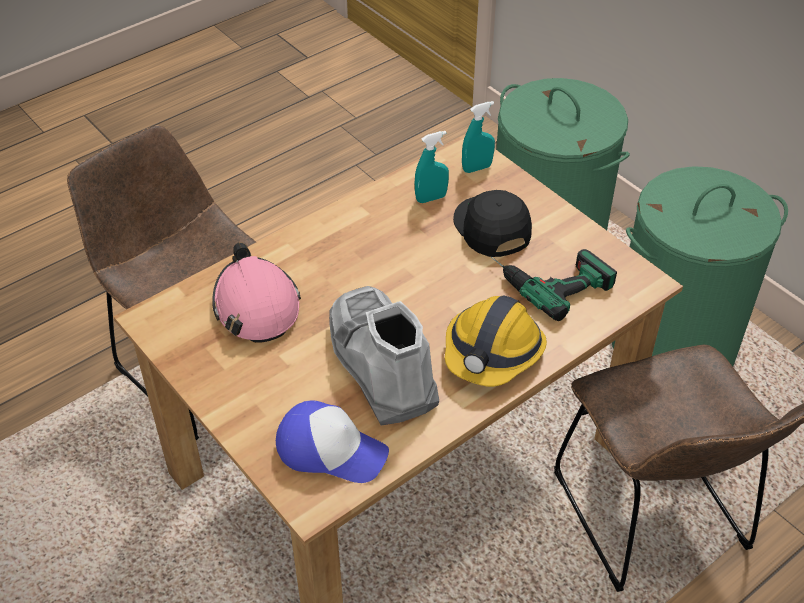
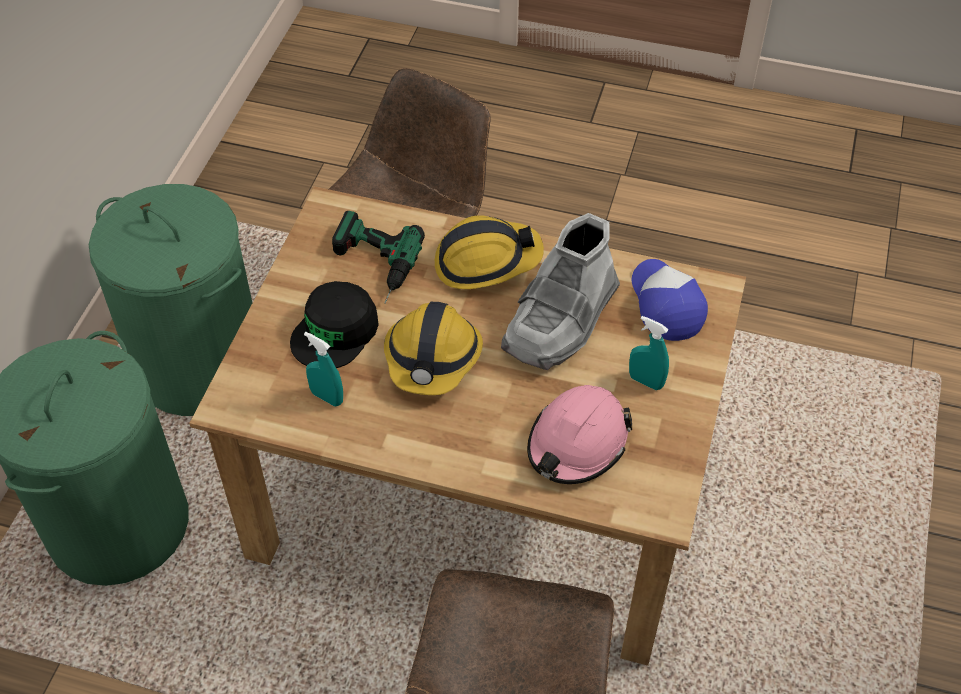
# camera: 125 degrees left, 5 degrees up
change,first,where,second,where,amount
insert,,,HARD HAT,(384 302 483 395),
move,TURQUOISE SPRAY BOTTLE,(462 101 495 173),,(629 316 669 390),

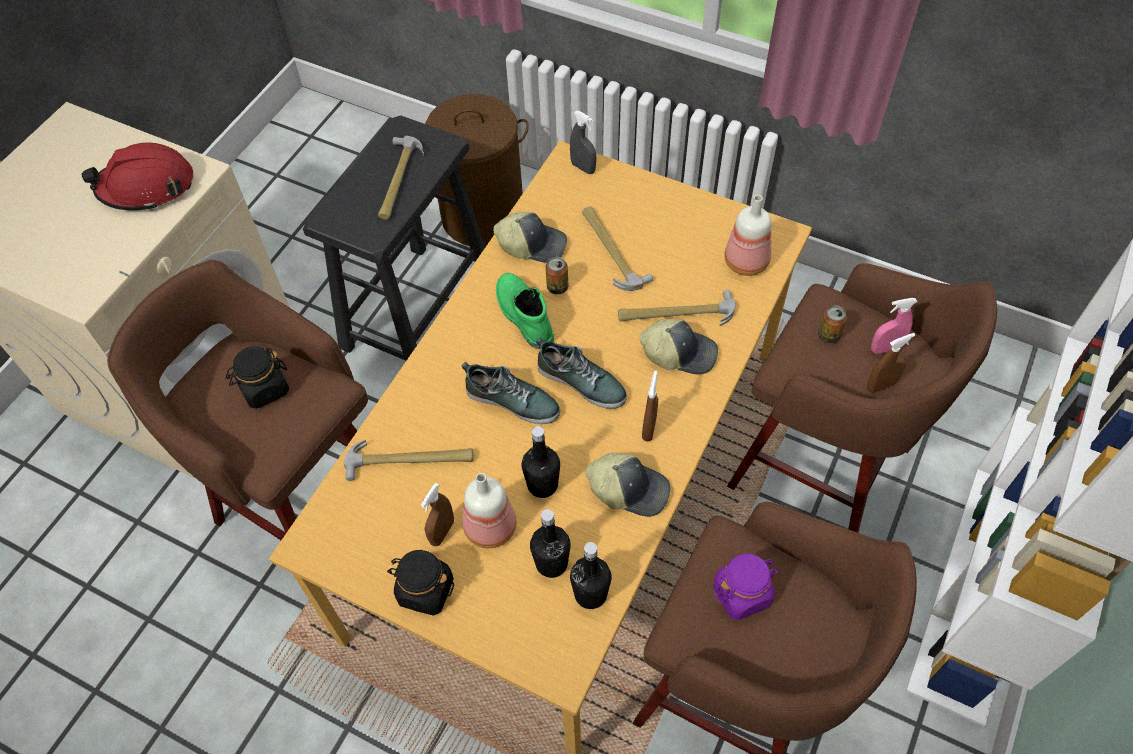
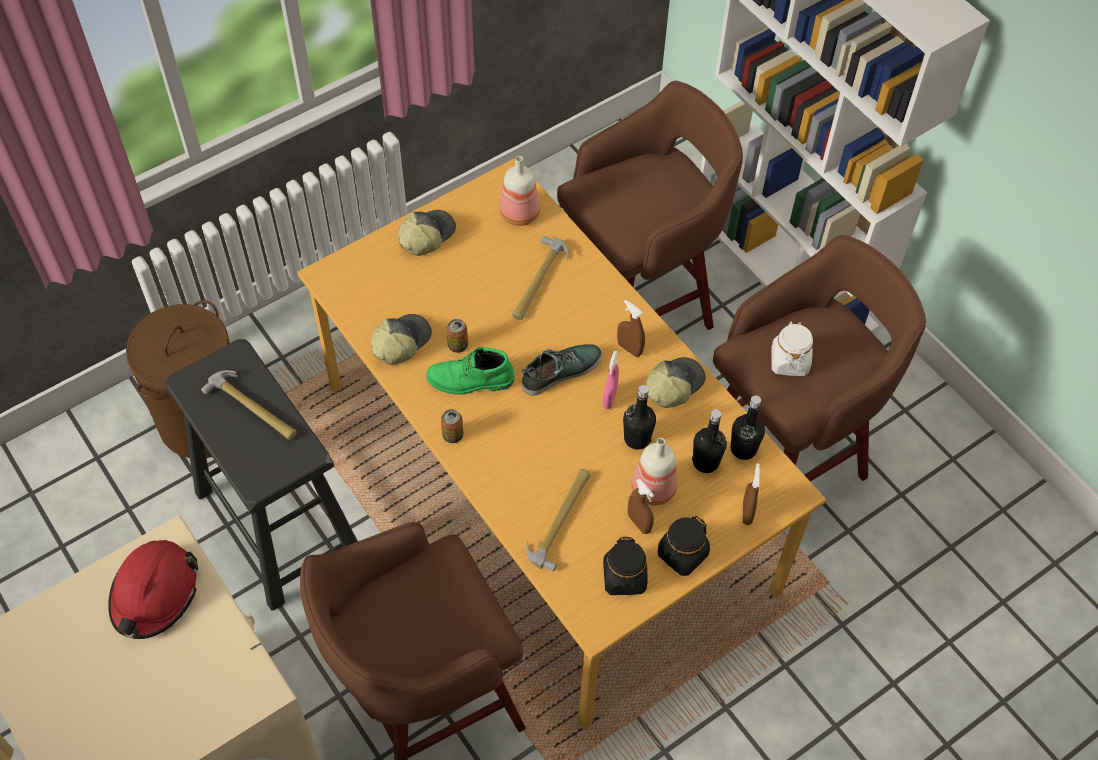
# camera: 65 degrees left, 0 degrees up
change,first,where,second,where,amount
delete,SHOE,(462 362 560 424),,,
delete,GREY SPRAY BOTTLE,(570 111 596 174),,,
delete,HAMMER,(582 206 653 291),,,
move,BLACK JAR,(226 346 289 409),,(603 536 648 595),
move,CAP,(640 319 718 375),,(399 210 456 256),
move,CAN,(818 305 847 344),,(441 409 463 443),
move,BROWN SPRAY BOTTLE,(867 333 916 393),,(742 463 760 525),
move,PINK SPRAY BOTTLE,(871 298 917 354),,(603 351 619 409),
recolor,PURPLE JAR,(713 554 779 621),WHITE JAR,(771 321 813 376),

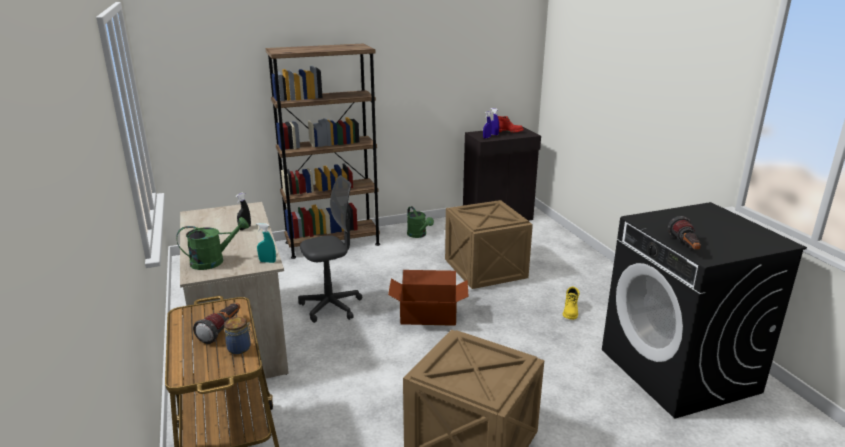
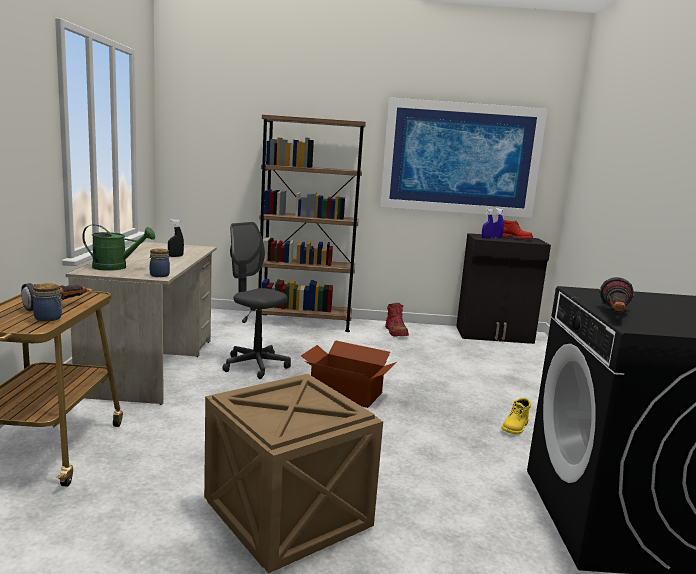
# camera: 20 degrees right, 10 degrees down
change,first,where,second,where,amount
delete,CRATE,(445 200 533 289),,,
insert,,,PICTURE,(380 97 548 218),
replace,TURQUOISE SPRAY BOTTLE,(256 223 276 263),JAR,(150 248 170 277),
replace,GREEN WATERING CAN,(407 206 434 238),RED BOOT,(385 303 409 337),
rotate,GREY OFFICE CHAIR,(298 175 362 323),,(222 222 291 379),135 degrees counterclockwise

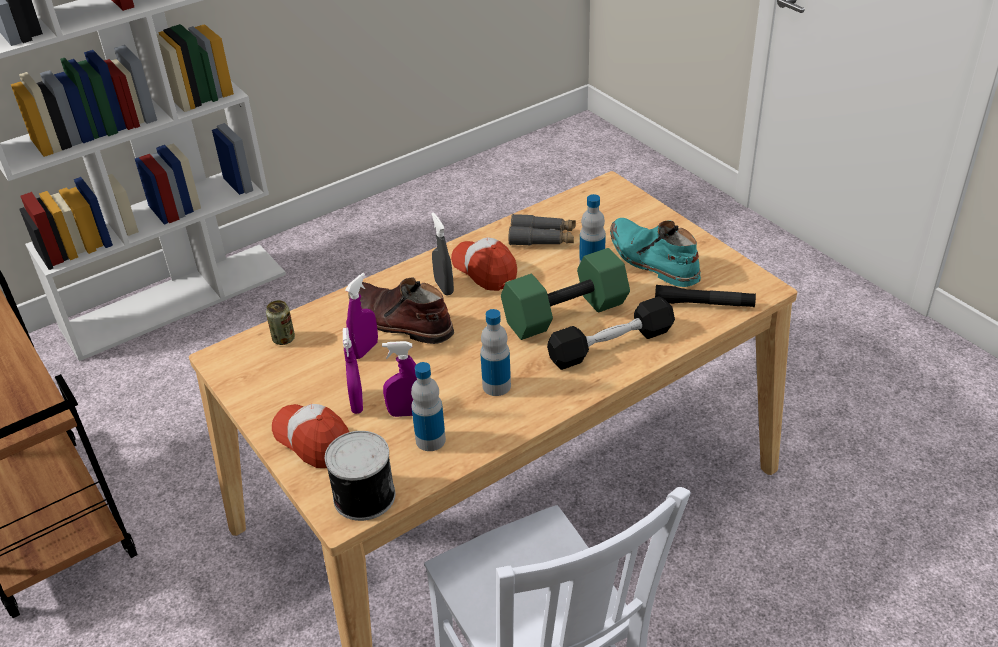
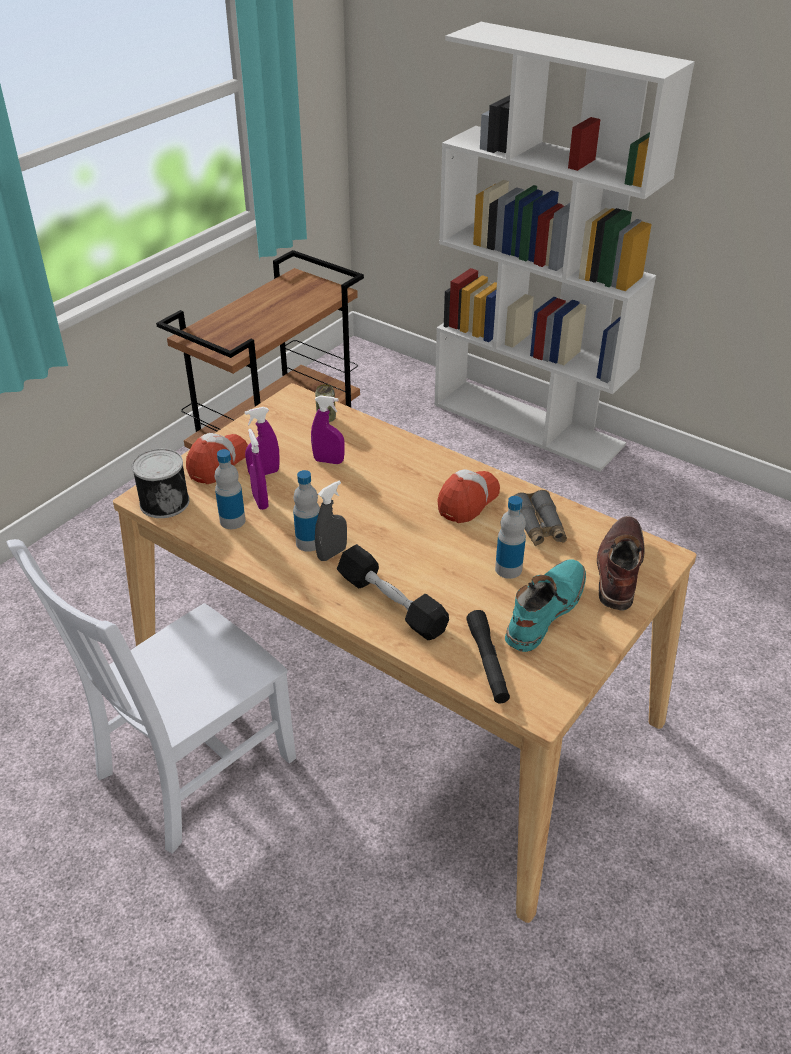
# camera: 70 degrees right, 0 degrees up
change,first,where,second,where,amount
delete,GREEN DUMBBELL,(501 248 630 340),,,
move,BROWN BOOT,(348 278 454 344),,(597 516 645 611),
move,GREY SPRAY BOTTLE,(431 212 454 295),,(315 480 347 561),

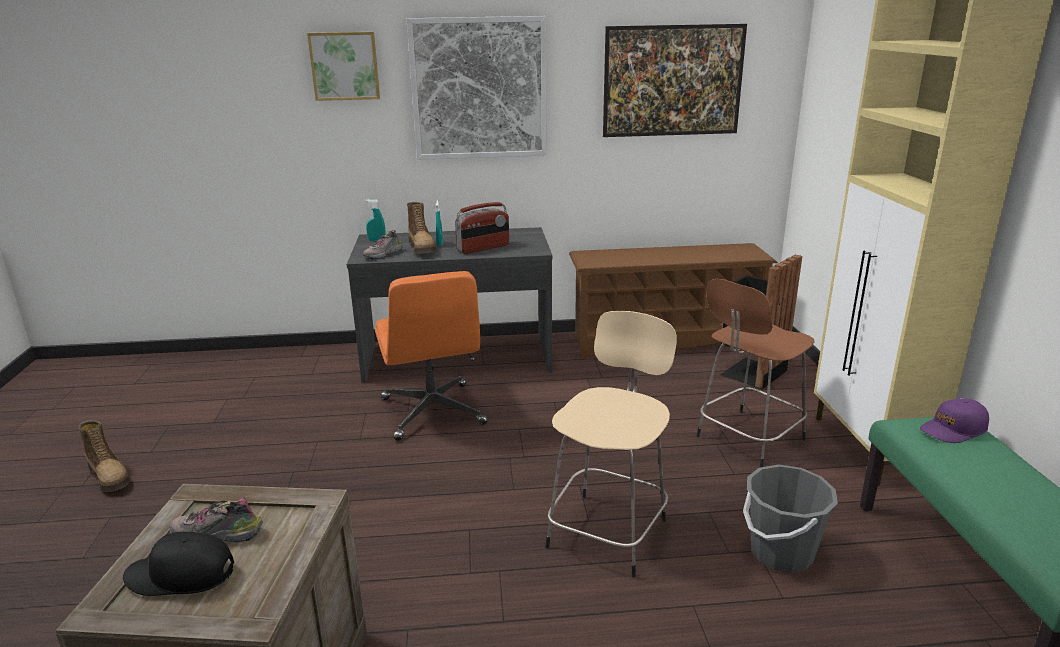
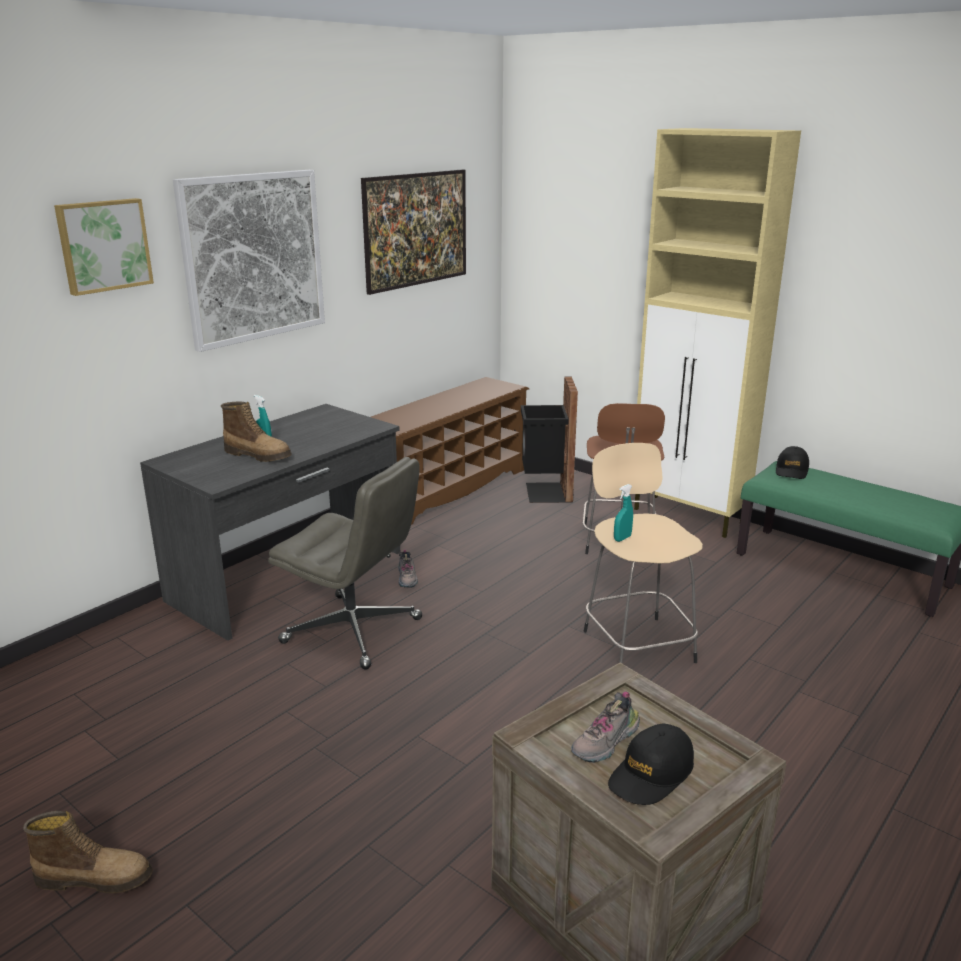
# camera: 45 degrees left, 0 degrees up
change,first,where,second,where,amount
delete,RADIO,(455 202 509 254),,,
delete,GREY BUCKET,(743 465 838 573),,,
move,SHOE,(363 230 403 260),,(398 550 418 588),
move,TURQUOISE SPRAY BOTTLE,(366 199 386 241),,(614 484 633 542),
recolor,ORANGE OFFICE CHAIR,(375 271 488 441),GREY OFFICE CHAIR,(268 457 423 670),
recolor,PURPLE CAP,(920 398 989 443),BLACK CAP,(776 446 809 479),

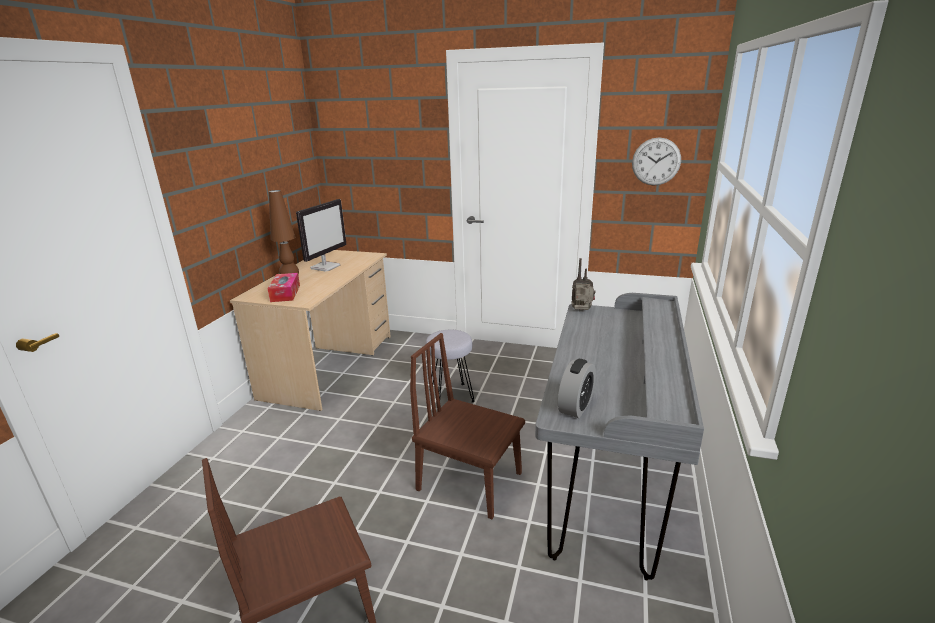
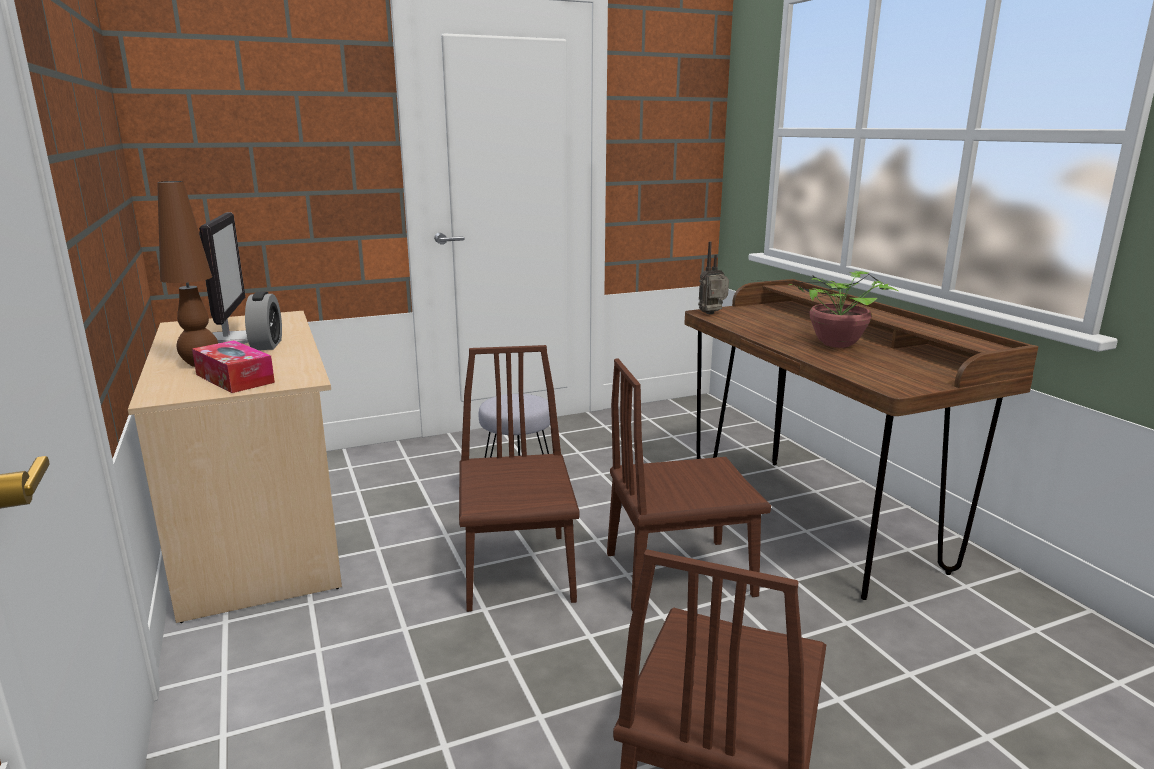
# camera: 40 degrees left, 5 degrees down
change,first,where,second,where,amount
delete,WALL CLOCK,(632 138 681 186),,,
insert,,,BROWN CHAIR,(459 345 579 612),
insert,,,POTTED PLANT,(747 271 898 348),
move,ALARM CLOCK,(558 359 596 418),,(245 291 282 350),
recolor,GREY DESK,(535 293 704 580),BROWN DESK,(685 279 1039 600),

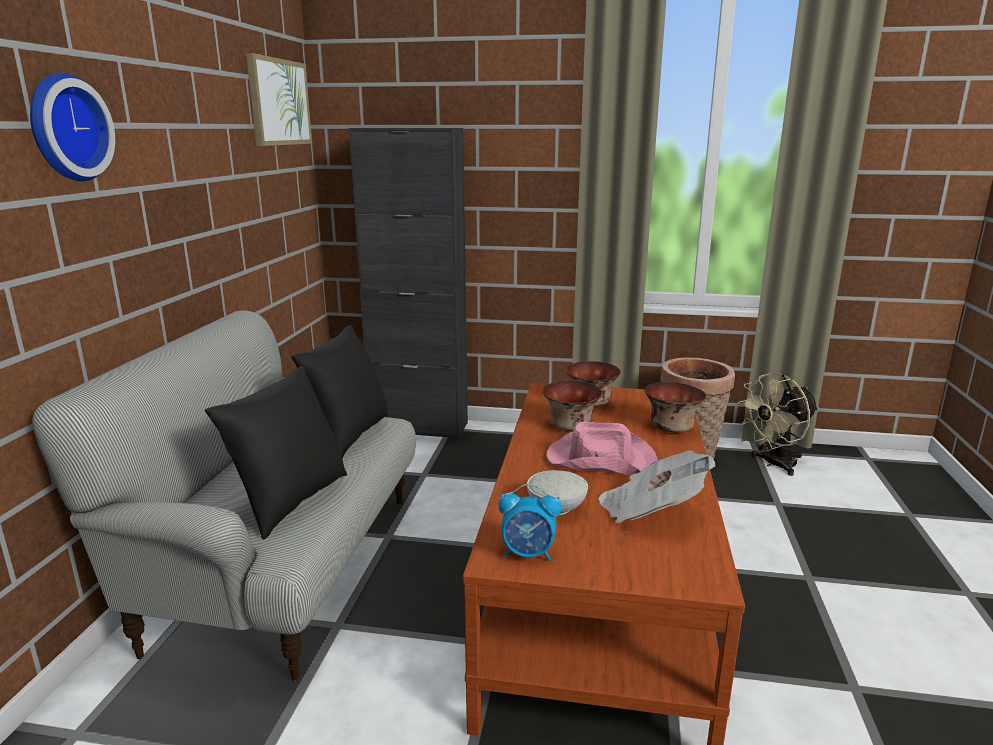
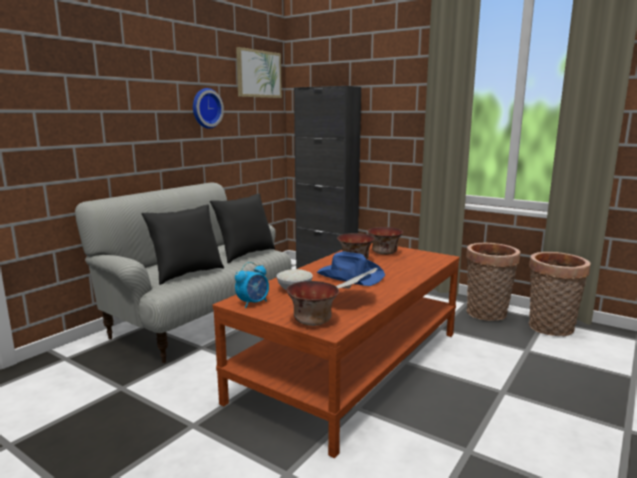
# camera: 25 degrees right, 5 degrees down
change,first,where,second,where,amount
move,WALL CLOCK,(30 73 115 181),,(193 88 224 129),
move,BOWL,(645 382 706 432),,(287 281 339 326),
replace,BEIGE FAN,(738 373 819 476),BASKET,(529 252 591 336),
recolor,PINK HAT,(546 421 657 475),BLUE HAT,(317 251 385 286),
rotate,ALARM CLOCK,(498 484 562 561),,(235 262 269 308),75 degrees counterclockwise

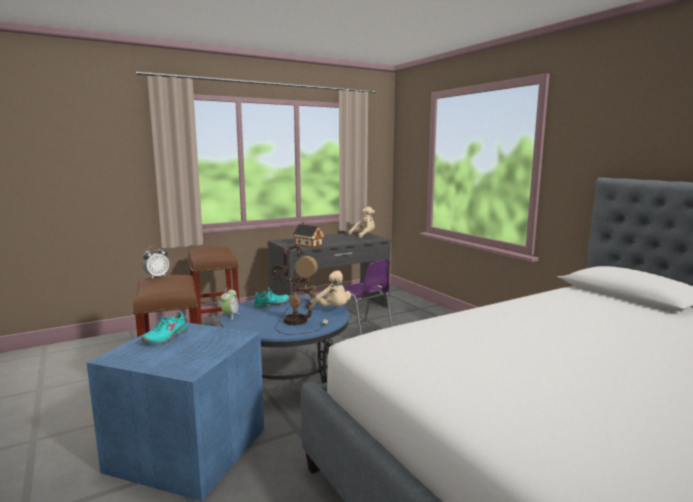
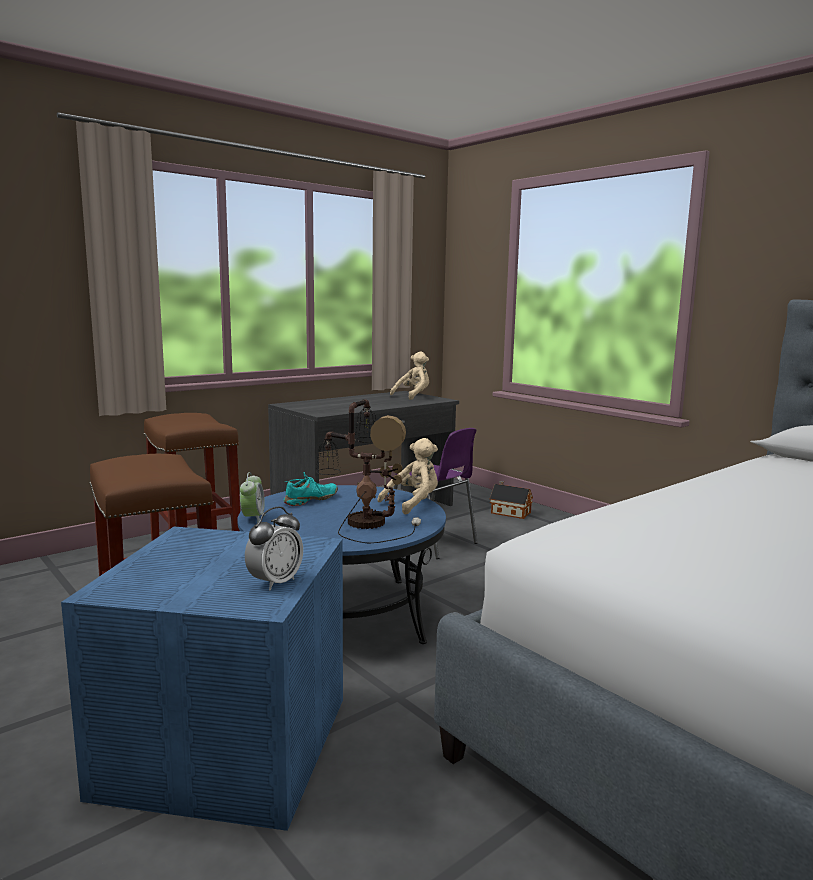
# camera: 10 degrees left, 0 degrees up
change,first,where,second,where,amount
delete,TURQUOISE SHOE,(141 311 188 343),,,
move,ALARM CLOCK,(143 245 169 279),,(245 507 303 590),
move,TOY HOUSE,(293 222 324 247),,(490 481 533 519),
rotate,BEIGE PLUSH TOY,(311 271 351 309),,(377 438 438 515),75 degrees counterclockwise

